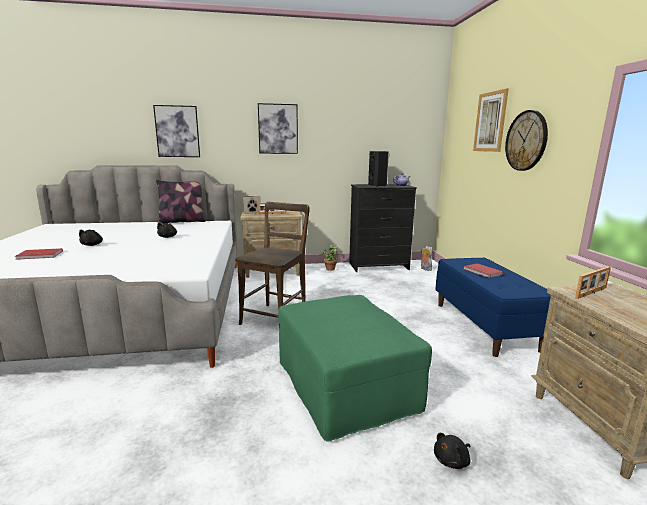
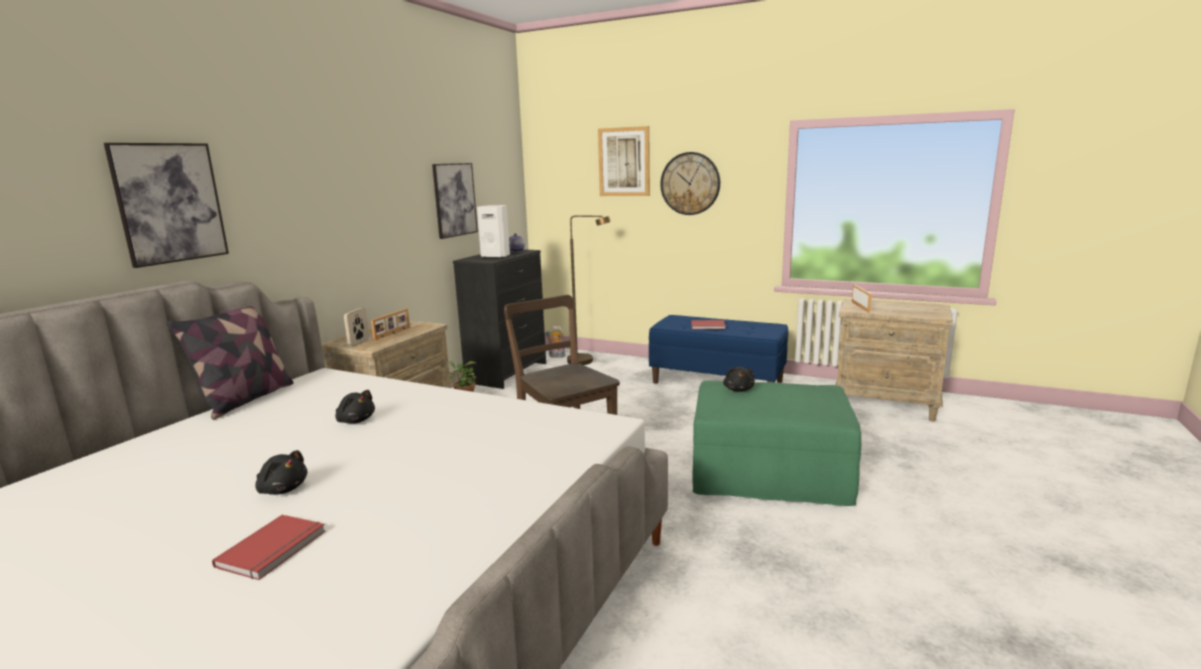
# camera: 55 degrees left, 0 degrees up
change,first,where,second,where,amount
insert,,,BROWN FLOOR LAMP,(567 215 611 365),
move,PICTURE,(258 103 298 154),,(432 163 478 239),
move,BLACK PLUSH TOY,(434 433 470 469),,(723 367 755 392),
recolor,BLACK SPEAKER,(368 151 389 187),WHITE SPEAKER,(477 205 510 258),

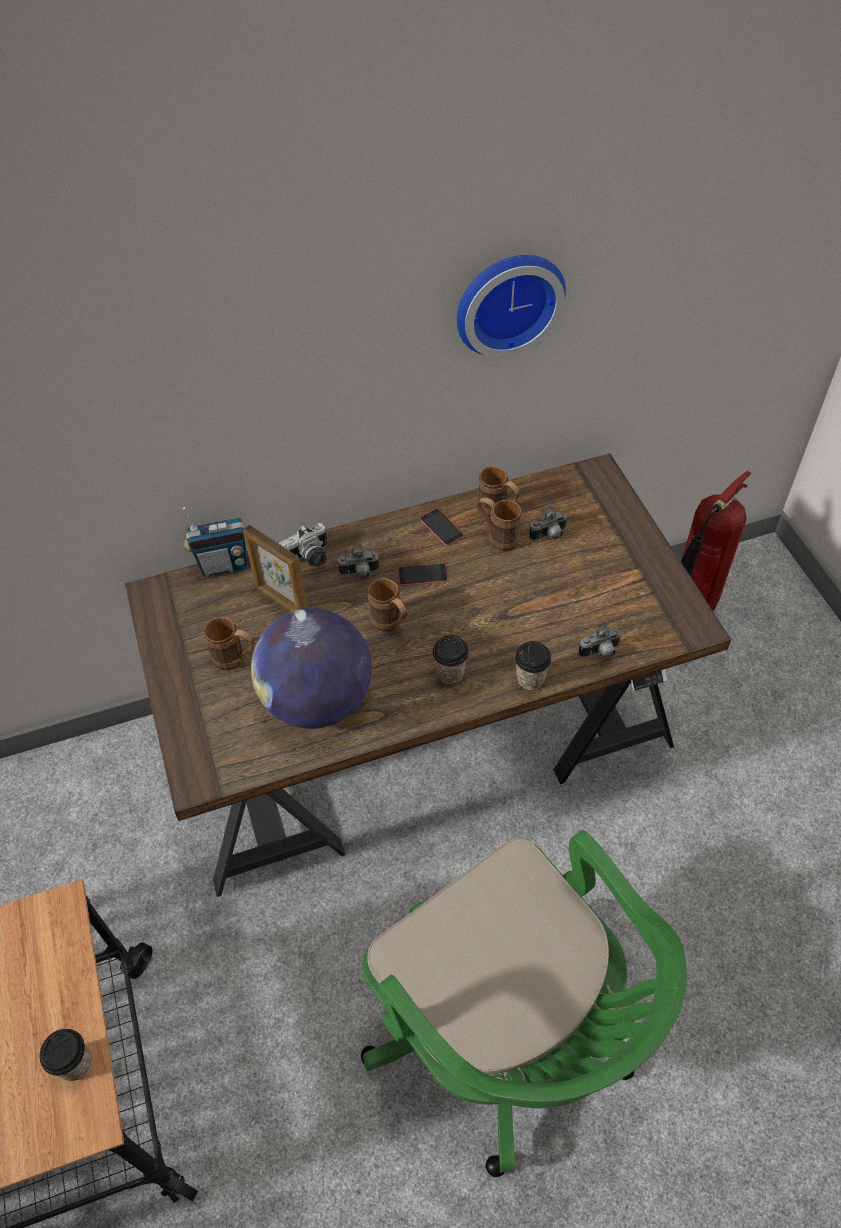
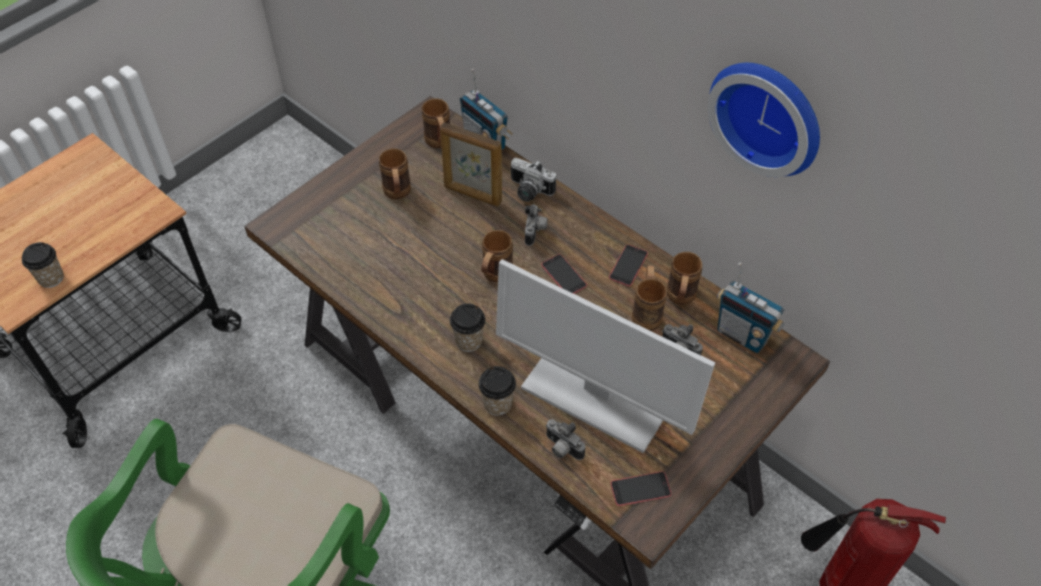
# camera: 60 degrees right, 0 degrees up
change,first,where,second,where,amount
delete,GLOBE,(251 608 372 729),,,
insert,,,BROWN MUG,(422 98 450 148),
insert,,,MONITOR,(496 259 715 453),
insert,,,PHONE,(611 472 671 506),
insert,,,RADIO,(717 263 784 353),
rotate,PICTURE FRAME,(243 525 308 612),,(440 122 502 207),75 degrees counterclockwise
rotate,PHOTO CAMERA,(338 543 380 579),,(525 204 548 246),135 degrees counterclockwise

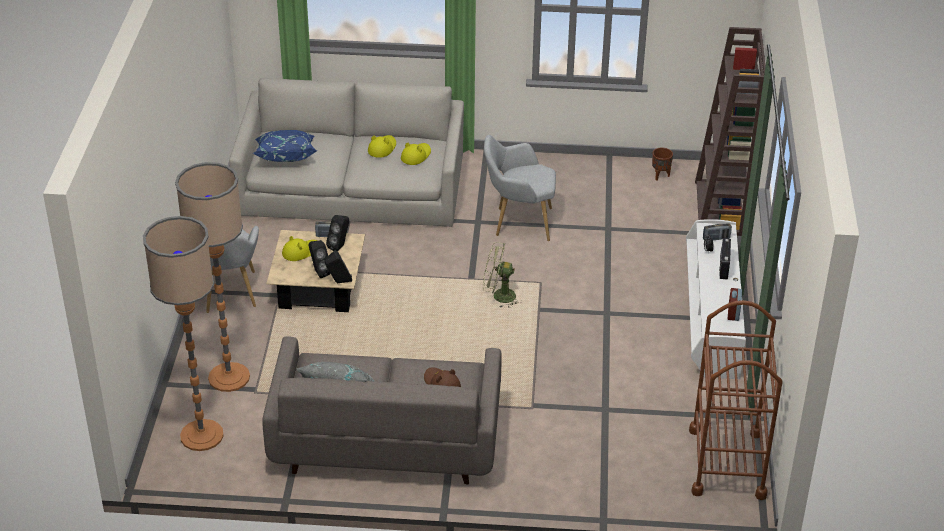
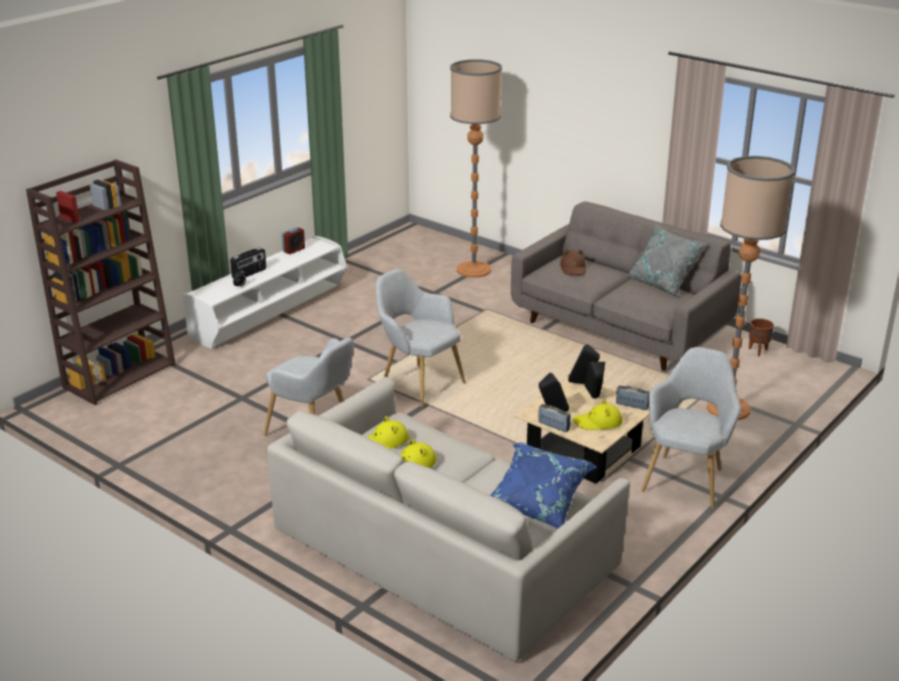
# camera: 145 degrees left, 10 degrees down
change,first,where,second,where,amount
delete,BROWN CART,(689 300 783 500),,,
move,FLOOR LAMP,(143 216 223 451),,(450 59 502 278),
move,BROWN PLANTER,(652 148 673 180),,(749 318 774 356),
move,RADIO,(703 223 732 240),,(616 385 649 410),
replace,GREEN FAN,(483 242 519 308),GREY ARMCHAIR,(376 269 466 408),

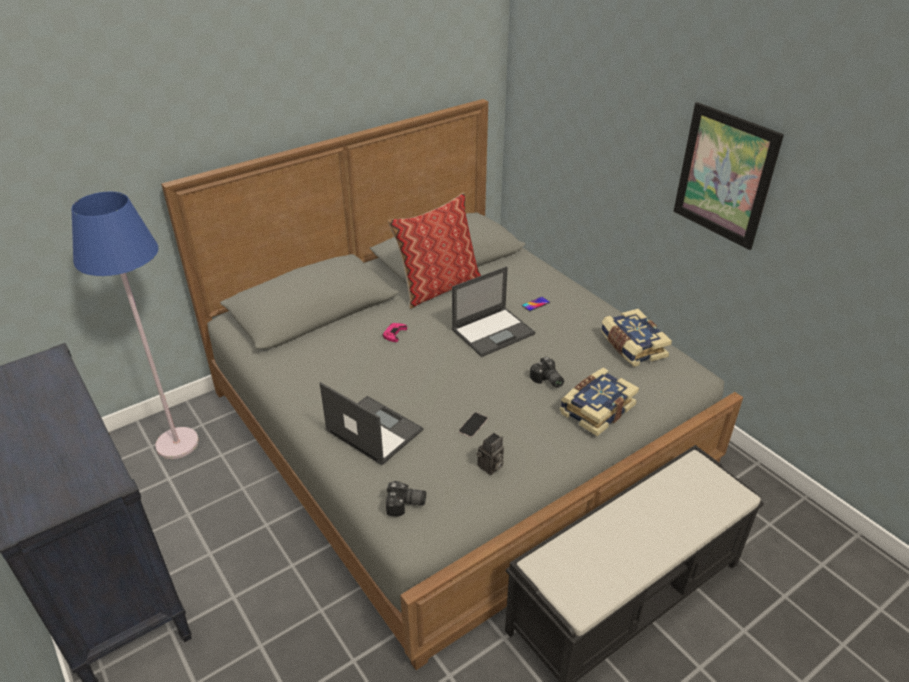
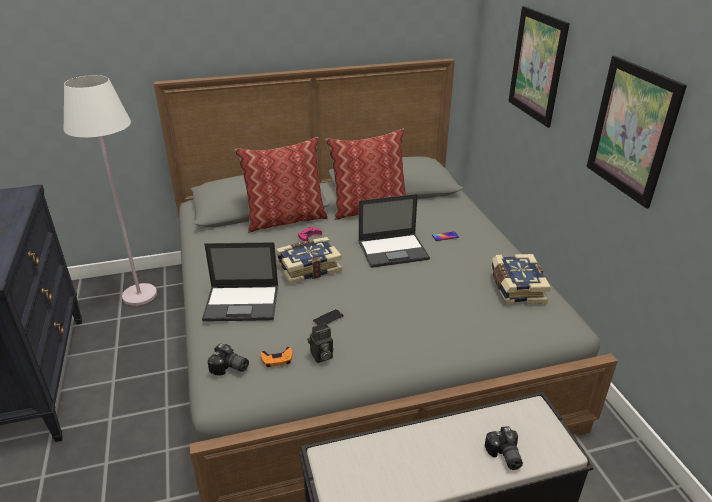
# camera: 20 degrees right, 5 degrees down
change,first,where,second,where,amount
insert,,,PILLOW,(234 137 328 233),
insert,,,ORANGE GAME CONTROLLER,(261 347 292 367),
insert,,,PICTURE,(508 6 570 128),
move,PHOTO CAMERA,(530 357 564 388),,(485 426 523 470),
move,BOOK,(560 368 639 436),,(276 237 342 285),
recolor,BLUE FLOOR LAMP,(72 192 199 459),WHITE FLOOR LAMP,(64 75 157 306),
rotate,LAPTOP,(320 382 423 465),,(202 242 278 322),120 degrees clockwise

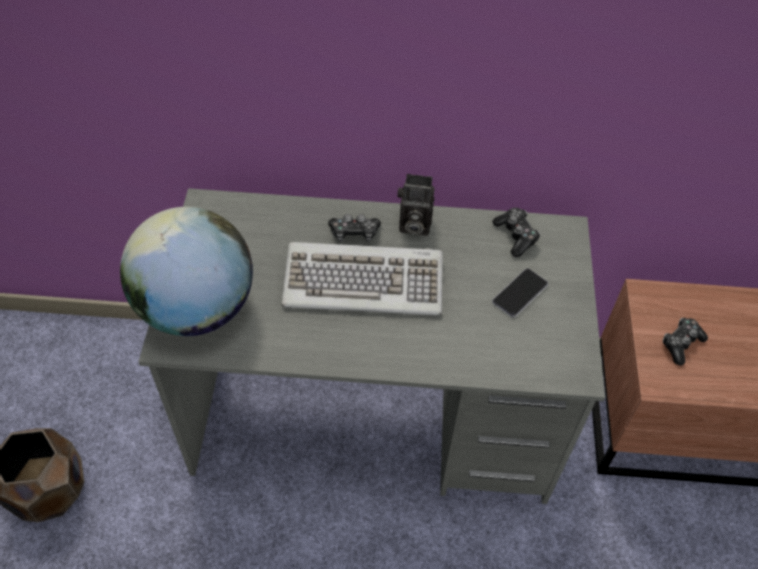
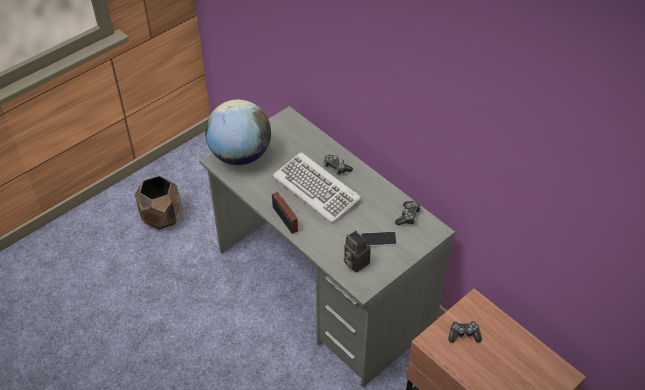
# camera: 45 degrees right, 5 degrees down
change,first,where,second,where,amount
insert,,,RADIO,(272 192 298 234),
move,PHOTO CAMERA,(397 174 435 236),,(344 231 371 273),

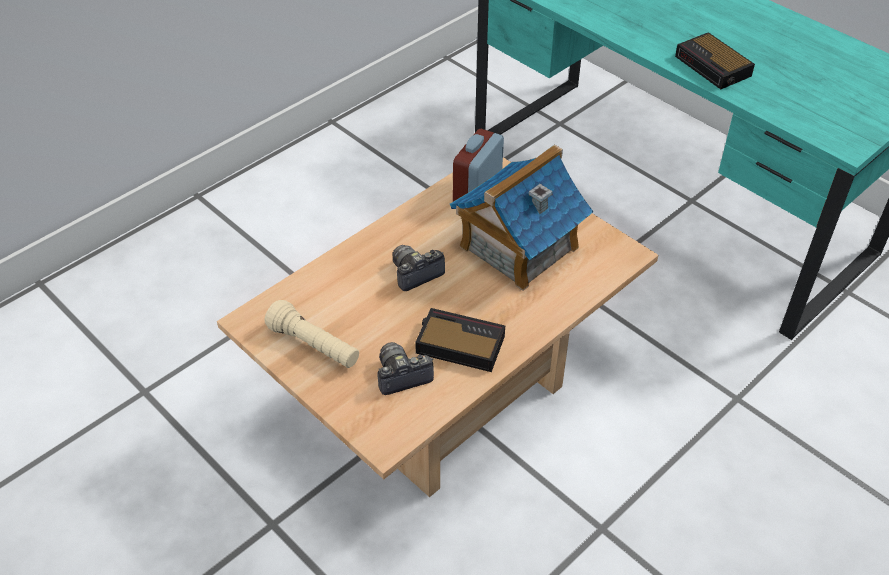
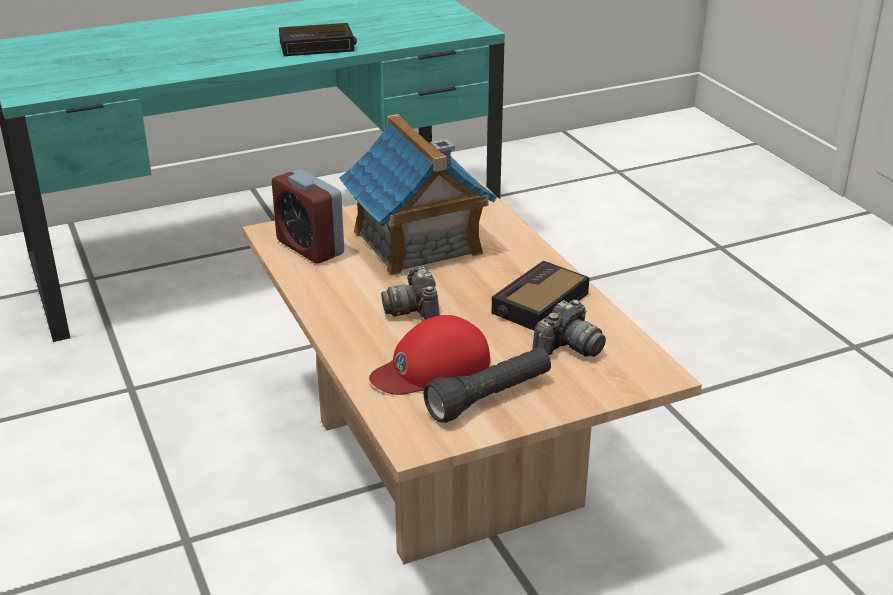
# camera: 70 degrees left, 15 degrees down
change,first,where,second,where,amount
insert,,,RED CAP,(369 315 490 395),
recolor,BEIGE FLASHLIGHT,(265 300 359 368),BLACK FLASHLIGHT,(423 347 551 423),
rotate,PHOTO CAMERA,(377 342 434 395),,(532 299 606 357),135 degrees counterclockwise

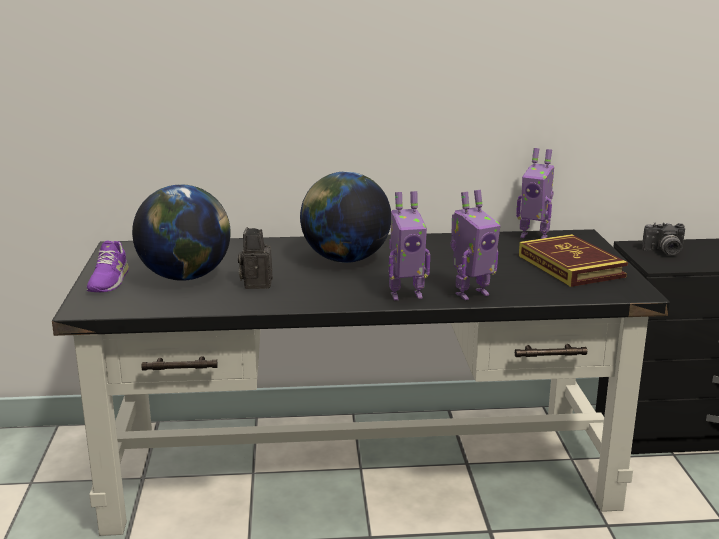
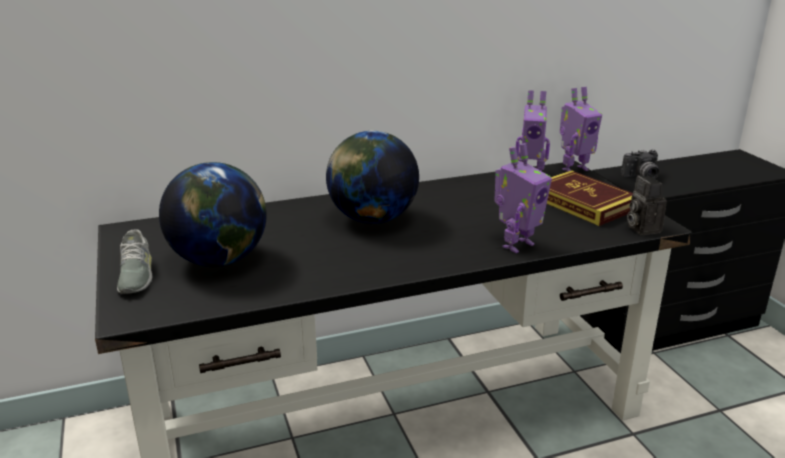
# camera: 15 degrees left, 5 degrees up
change,first,where,second,where,amount
move,PHOTO CAMERA,(238 227 273 289),,(627 175 667 235),
move,TOY ROBOT,(389 191 430 300),,(560 87 602 172),
recolor,PURPLE SHOE,(87 240 129 292),GREY SHOE,(117 230 152 294),

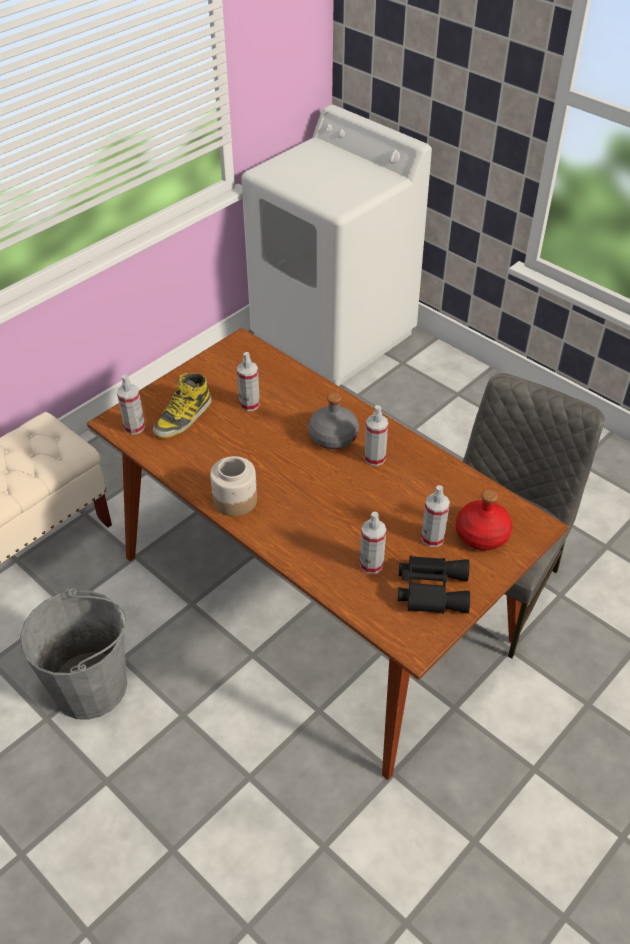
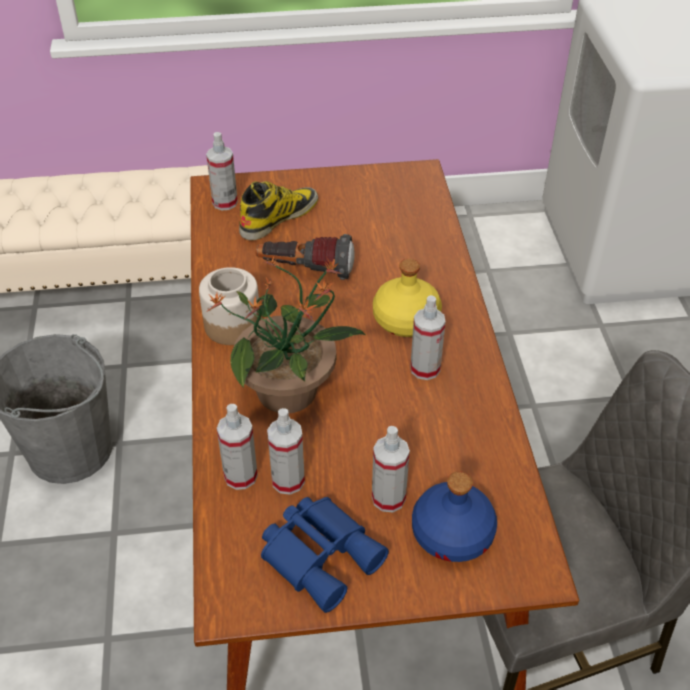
# camera: 40 degrees right, 0 degrees up
change,first,where,second,where,amount
insert,,,POTTED PLANT,(206 256 366 413),
insert,,,FLASHLIGHT,(256 234 355 280),
move,SPRAY BOTTLE,(237 352 260 411),,(217 404 258 490),
recolor,GREY BOTTLE,(308 392 359 449),YELLOW BOTTLE,(373 259 442 337),
recolor,BLACK BINOCULARS,(398 555 470 614),BLUE BINOCULARS,(261 497 389 613),
recolor,RED BOTTLE,(456 489 512 550),BLUE BOTTLE,(412 471 497 562),
rotate,BOOT,(153 373 212 438),,(239 181 318 240),150 degrees clockwise

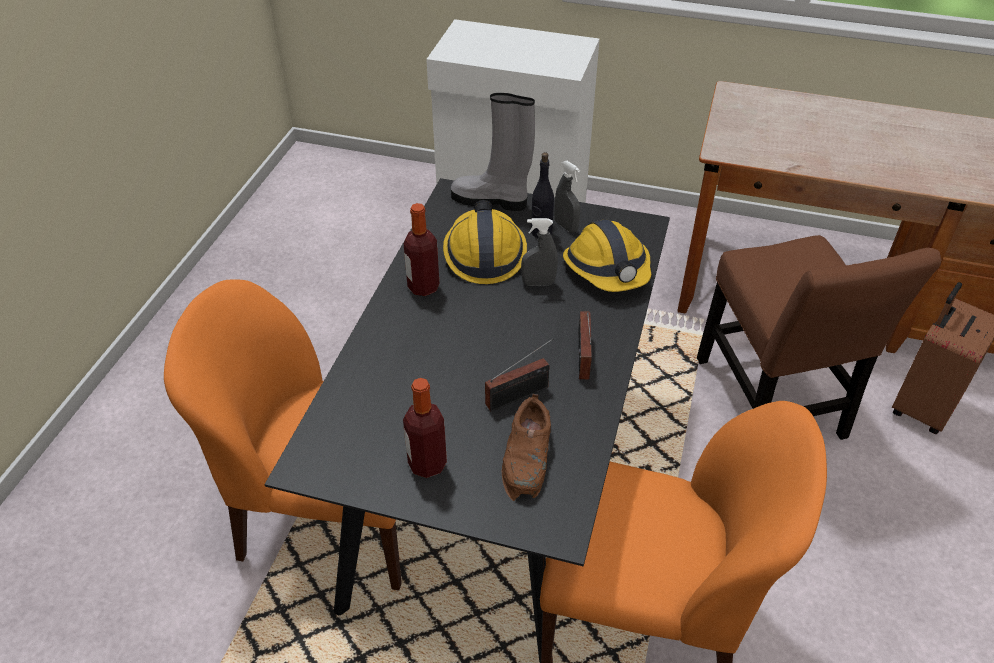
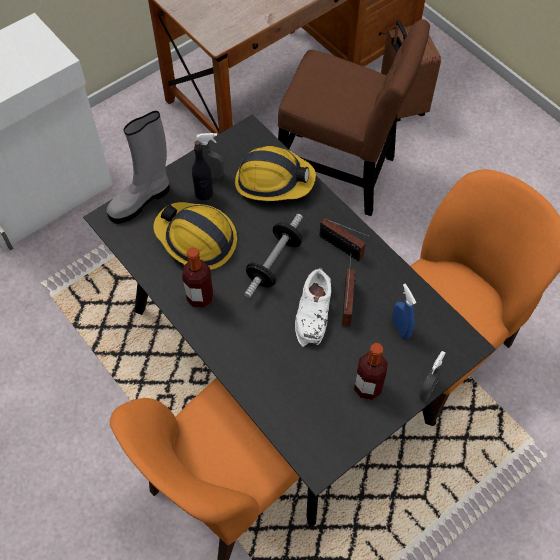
# camera: 55 degrees left, 15 degrees up
change,first,where,second,where,amount
insert,,,DUMBBELL,(244 214 303 298),
insert,,,WHITE SHOE,(295 267 331 347),
move,GREY SPRAY BOTTLE,(521 218 558 286),,(419 351 445 401),
replace,BROWN SHOE,(502 394 551 501),BLUE SPRAY BOTTLE,(392 284 416 339),

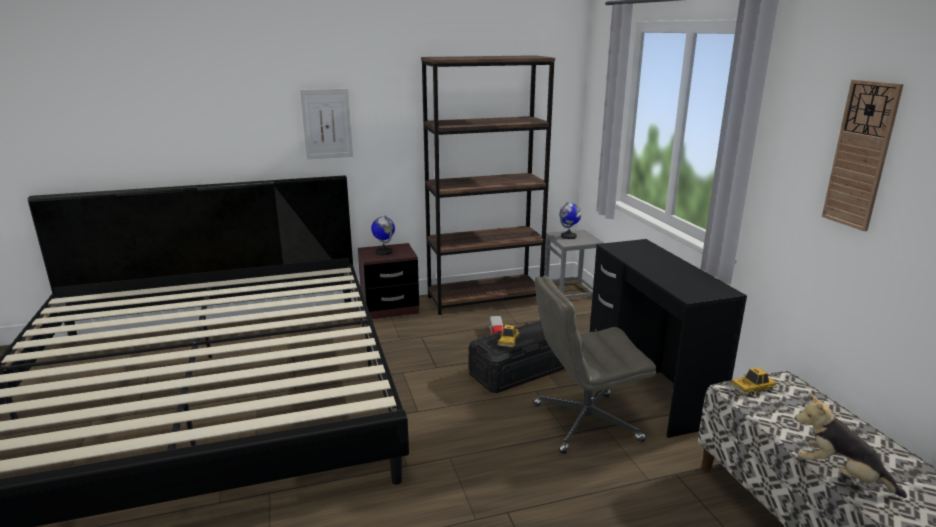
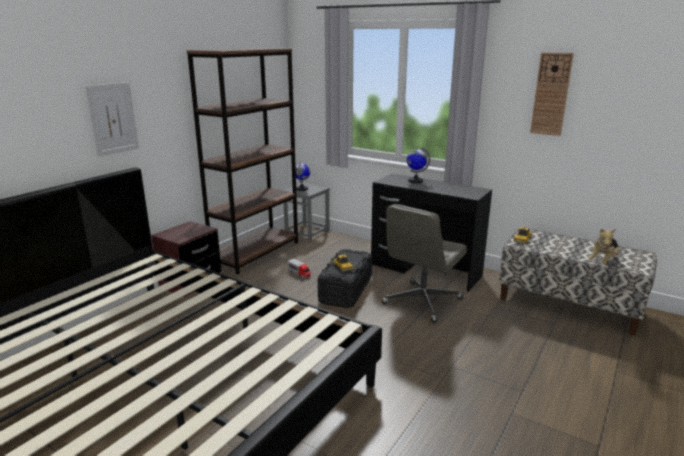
# camera: 40 degrees left, 0 degrees up
change,first,where,second,where,amount
move,GLOBE,(371 216 395 255),,(407 147 431 183),
rotate,PLUSH TOY,(795 393 907 498),,(588 229 620 265),45 degrees counterclockwise

